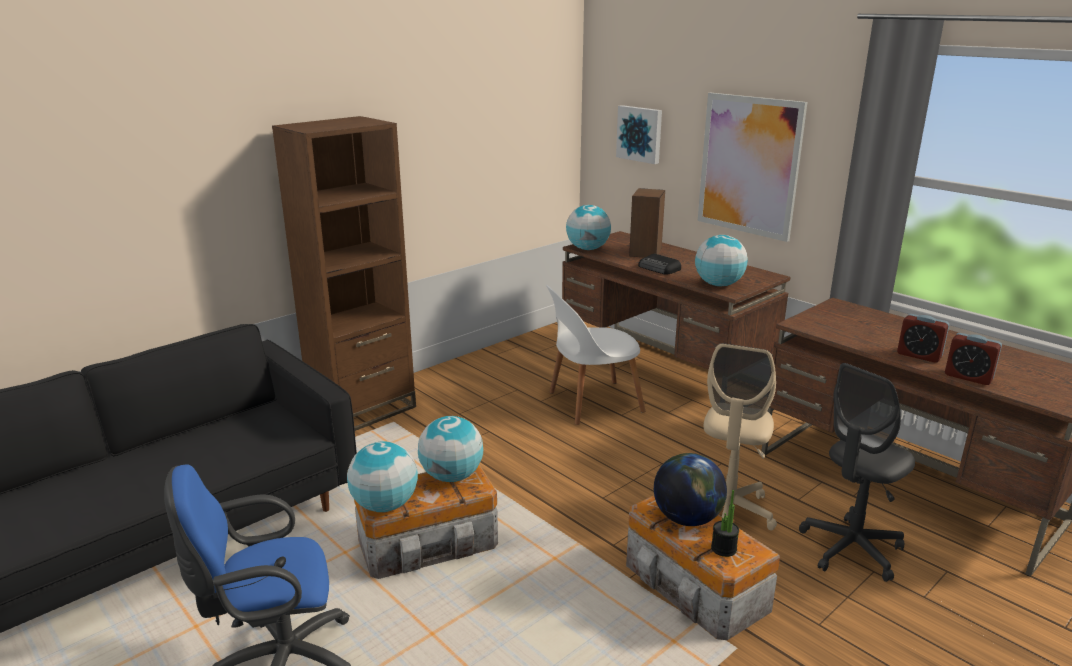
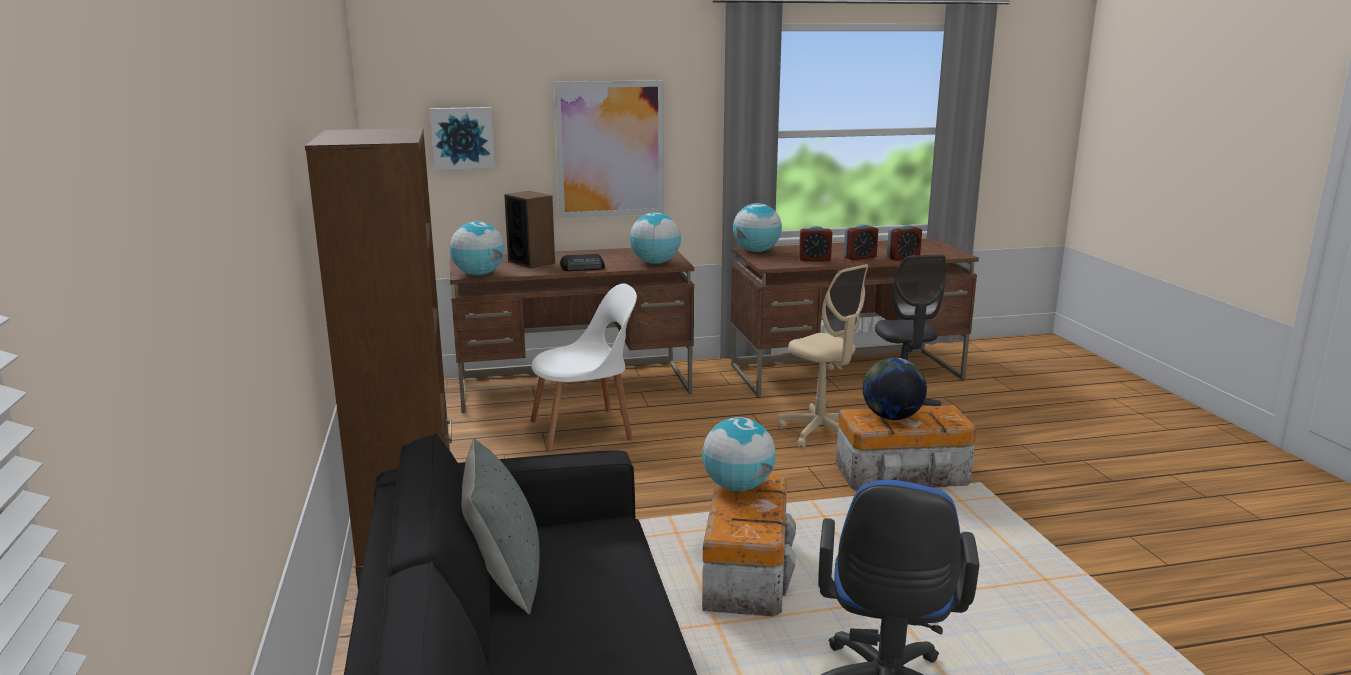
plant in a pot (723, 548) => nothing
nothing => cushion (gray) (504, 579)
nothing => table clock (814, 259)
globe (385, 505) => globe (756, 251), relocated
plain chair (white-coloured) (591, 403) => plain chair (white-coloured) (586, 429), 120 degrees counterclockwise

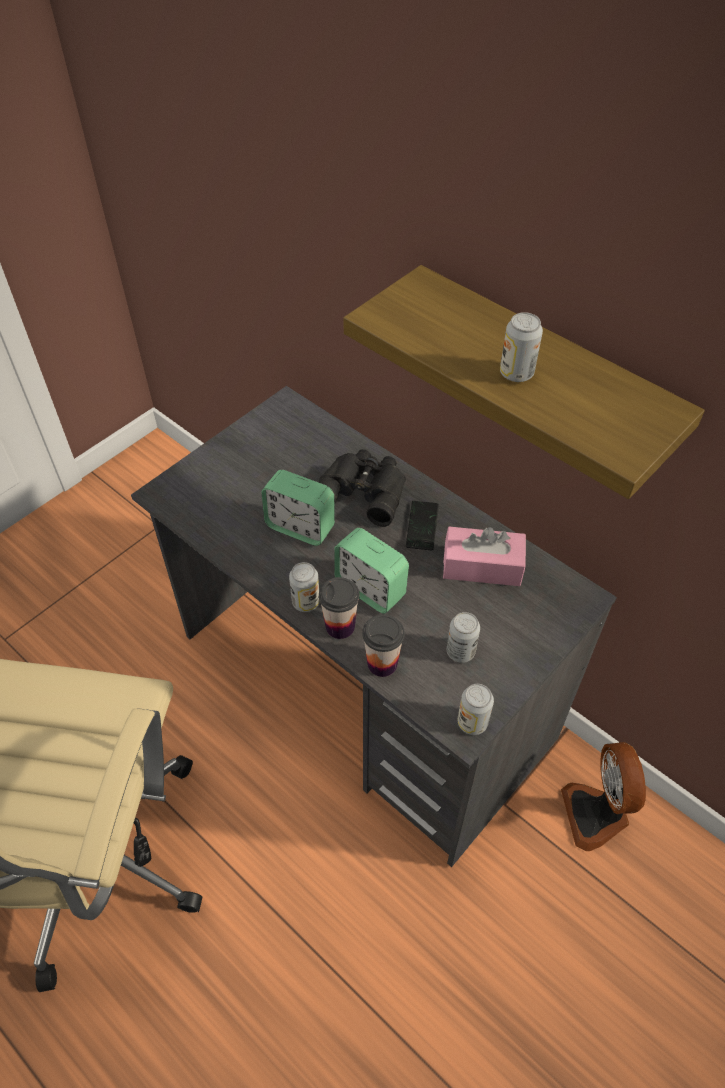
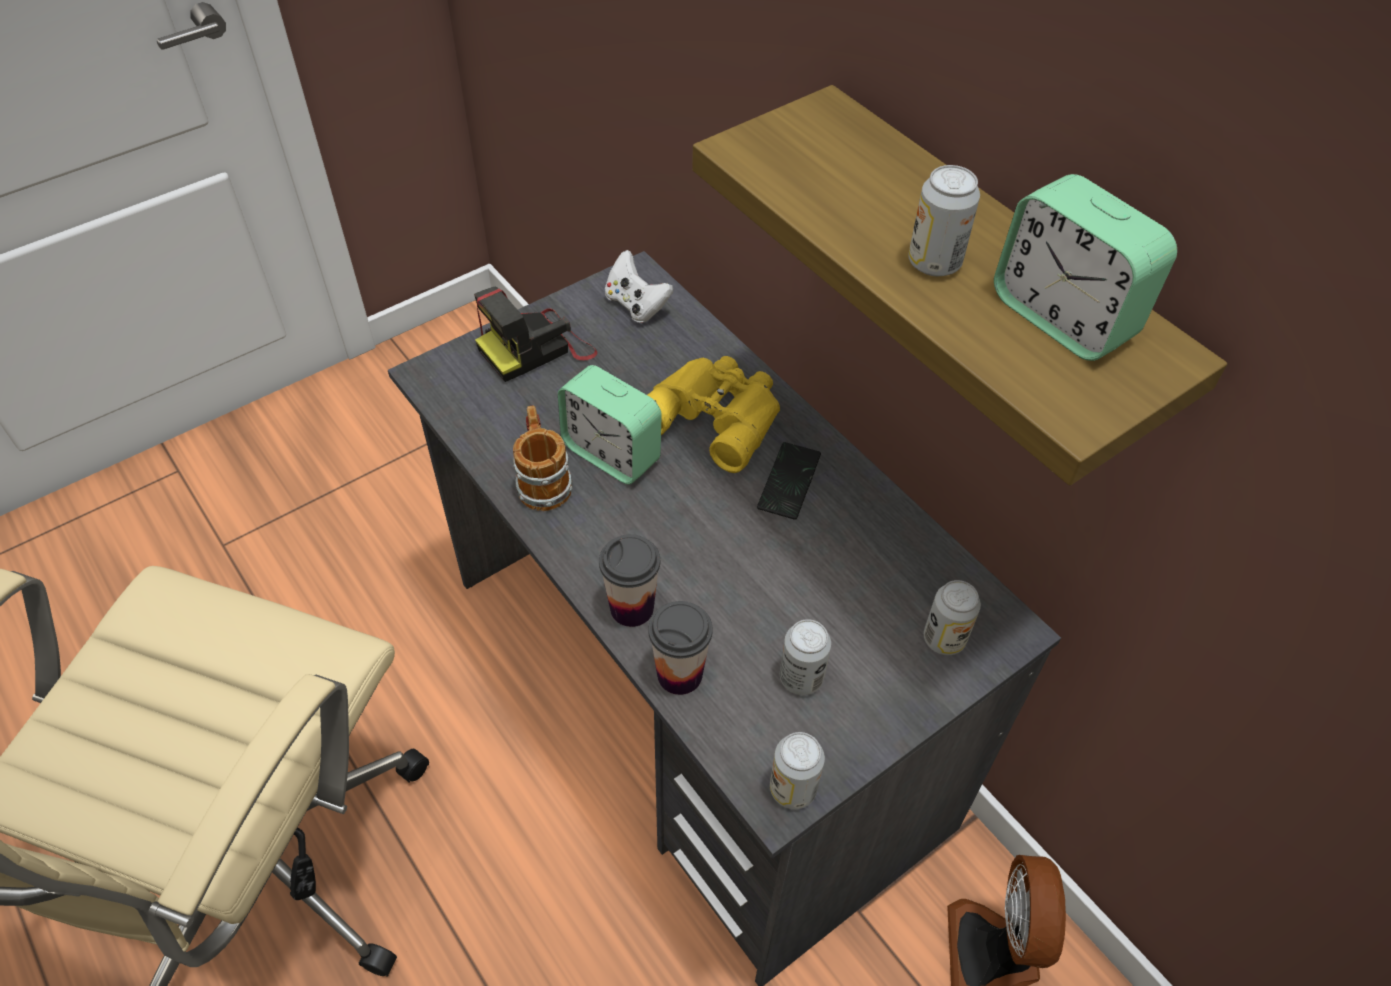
box of tissues (pink-coloured) (482, 566) => nothing
nothing => still camera (537, 348)
nothing => tea mug (543, 480)
nothing => game controller (white-coloured) (636, 305)
metal can (306, 602) => metal can (944, 639), relocated
table clock (370, 589) => table clock (1063, 317), relocated
pair of binoculars (black) (363, 489) => pair of binoculars (yellow) (716, 415)

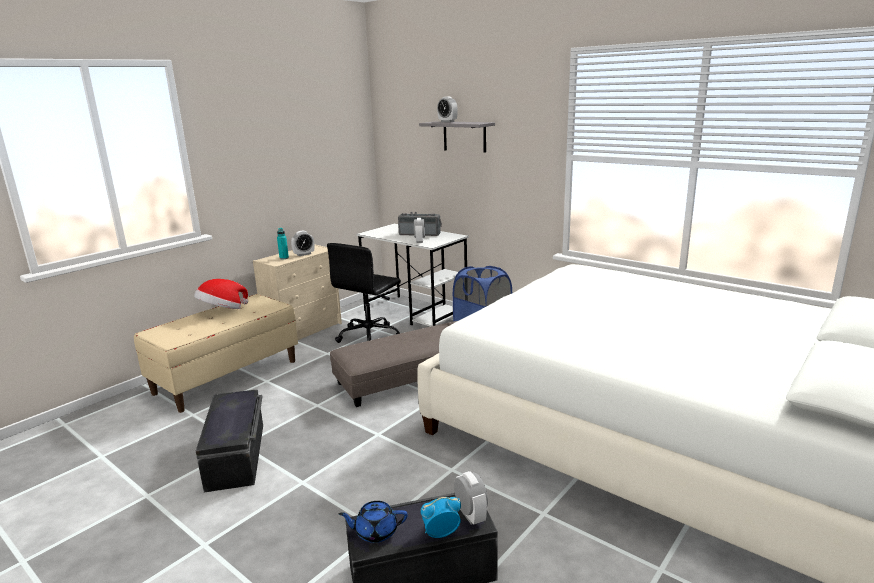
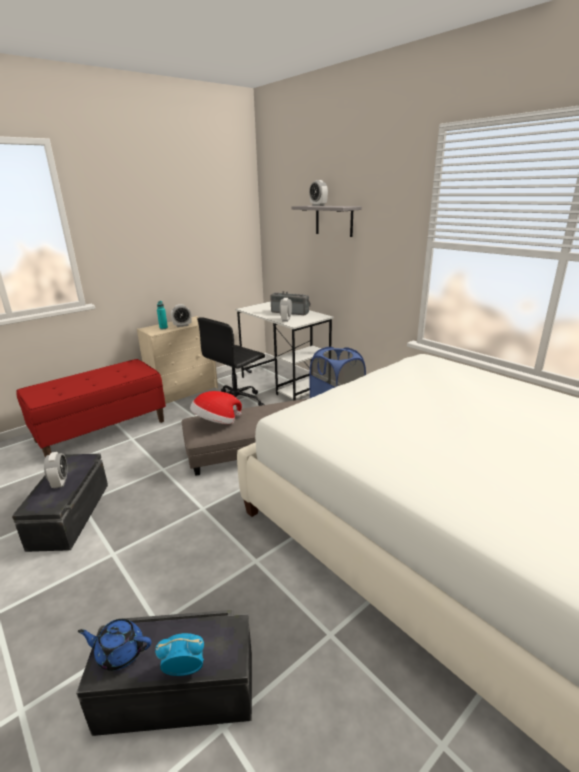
clothing hat (222, 311) => clothing hat (216, 423), relocated
table clock (470, 515) => table clock (60, 482), relocated
indoor bench (beige) (227, 377) => indoor bench (reddish) (102, 431)

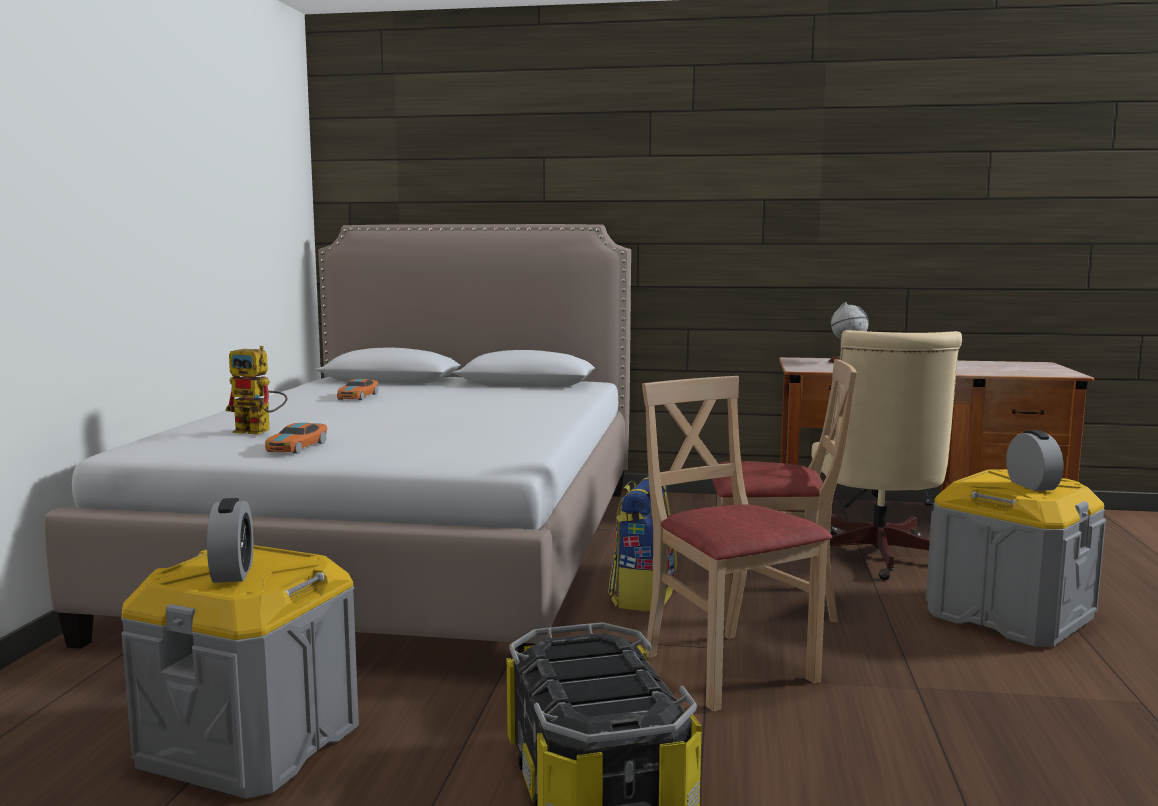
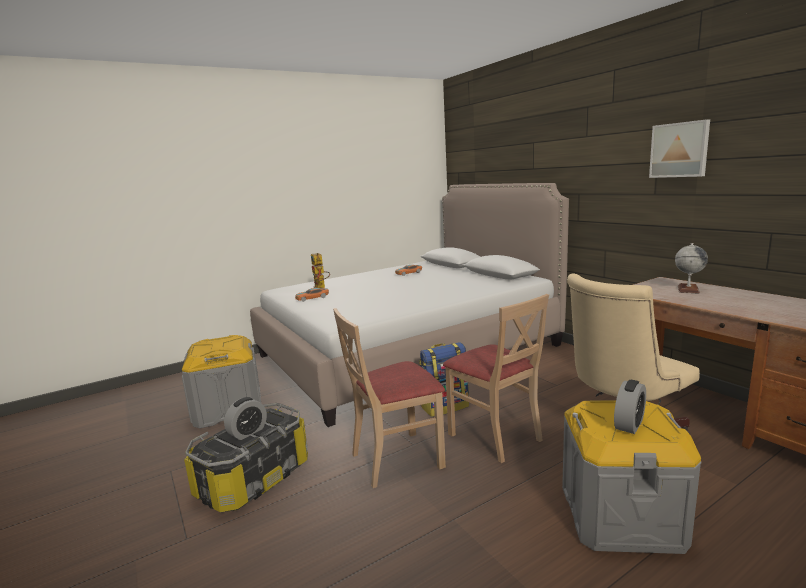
nothing => picture (679, 150)
table clock (233, 573) => table clock (248, 432), relocated
plain chair (beige) (727, 669) => plain chair (beige) (396, 459), 135 degrees counterclockwise

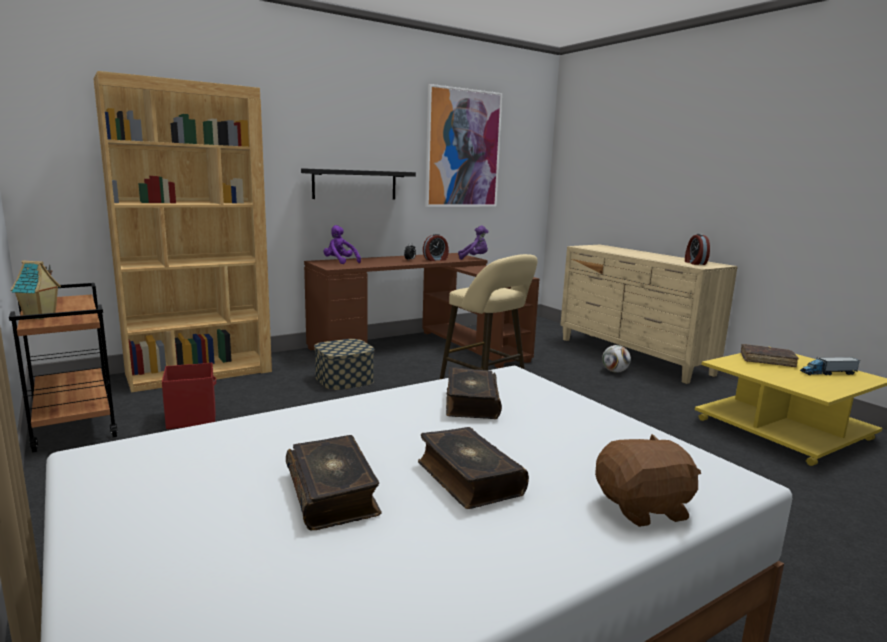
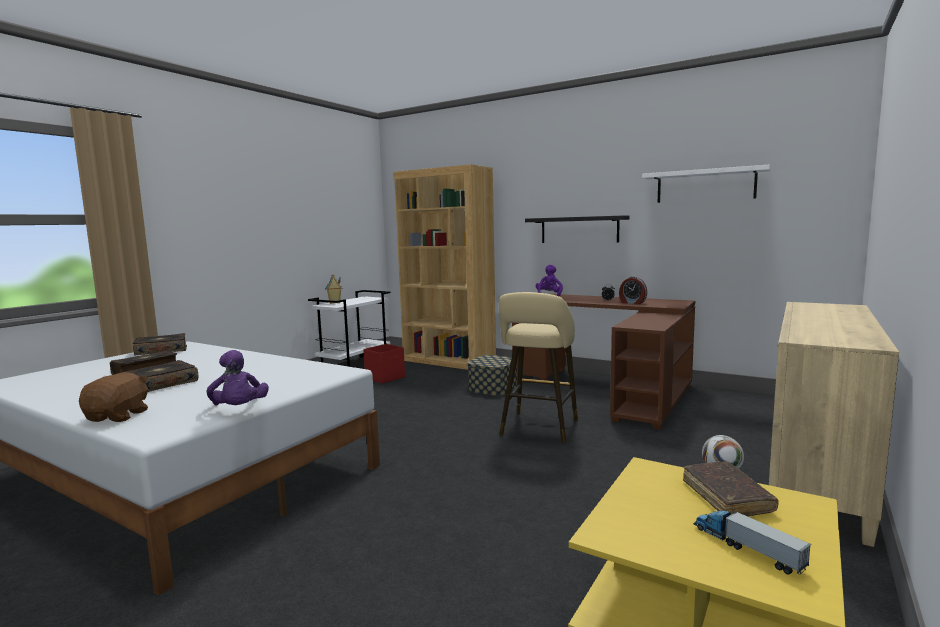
table clock (694, 263) => nothing
book (470, 403) => book (161, 350), relocated
plush toy (purple-coloured) (474, 258) => plush toy (purple-coloured) (239, 409), relocated
picture (463, 149) => bracket shelf (white-coloured) (705, 185)
trolley (brownish) (73, 423) => trolley (white-coloured) (355, 365)
plush toy (brownish) (643, 508) => plush toy (brownish) (119, 416), 135 degrees counterclockwise

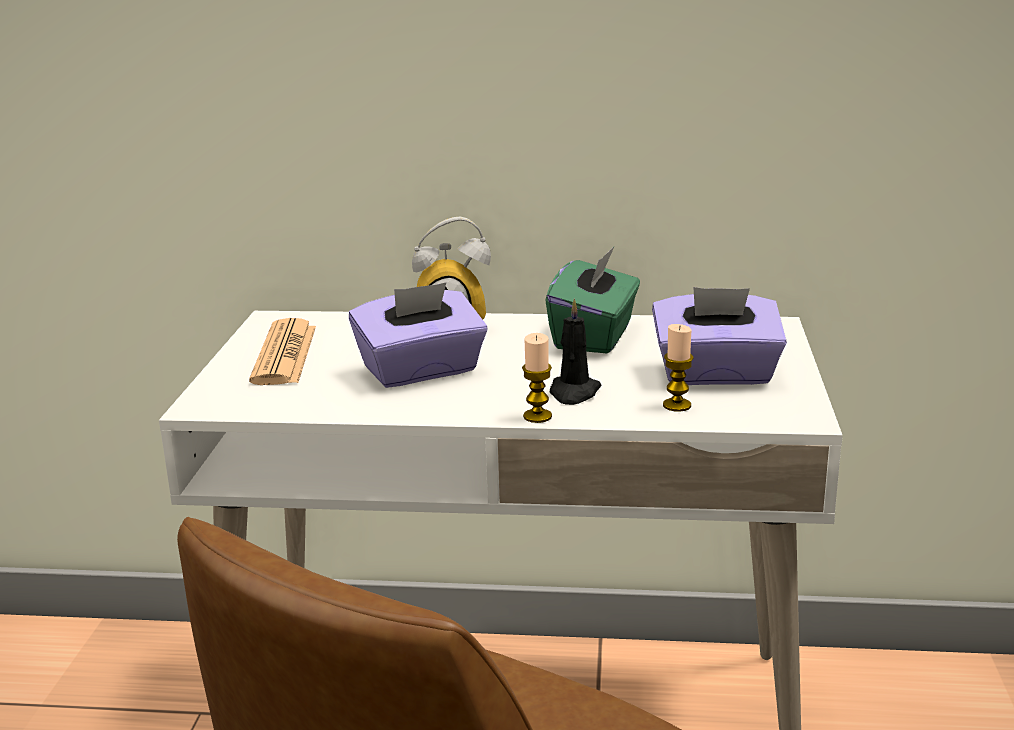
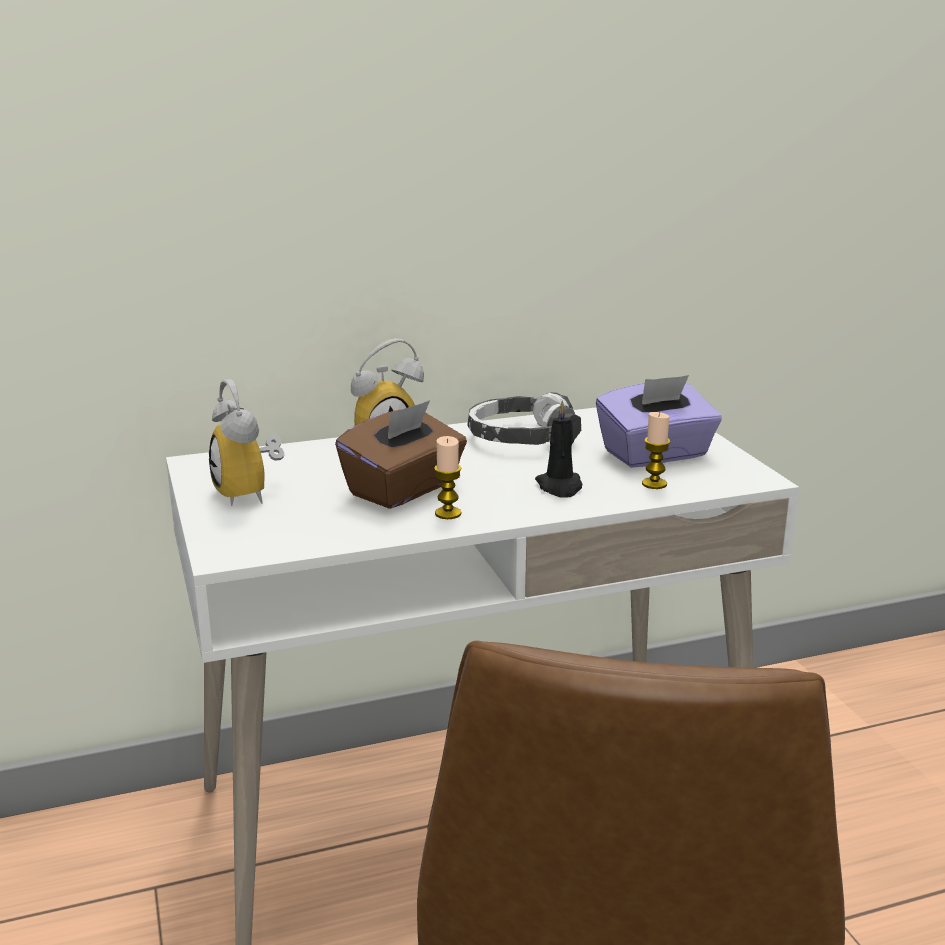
wax candle (537, 416) => wax candle (448, 513), relocated
newspaper (284, 354) => table clock (251, 493)
box of tissues (green-coloured) (594, 336) => headset (522, 437)
box of tissues (purple-coloured) (421, 371) => box of tissues (brownish) (404, 489)

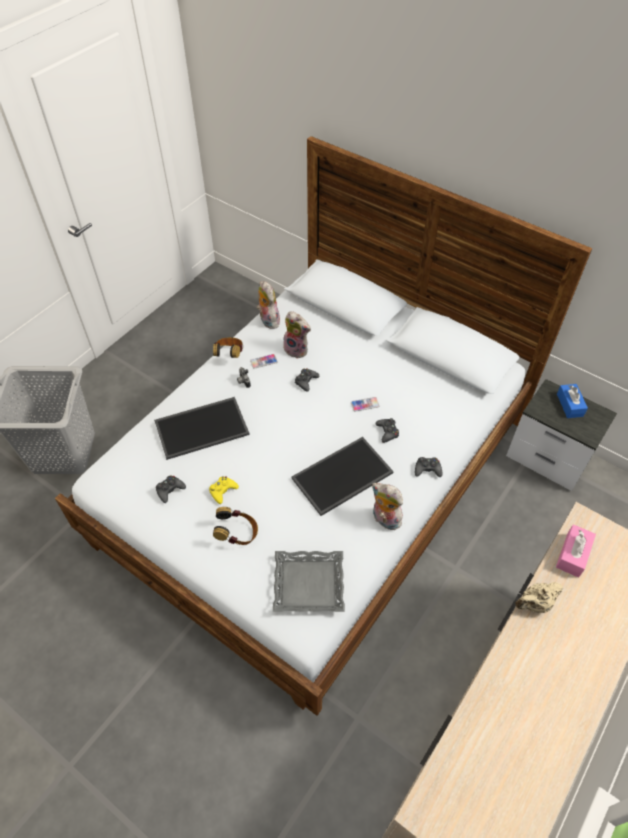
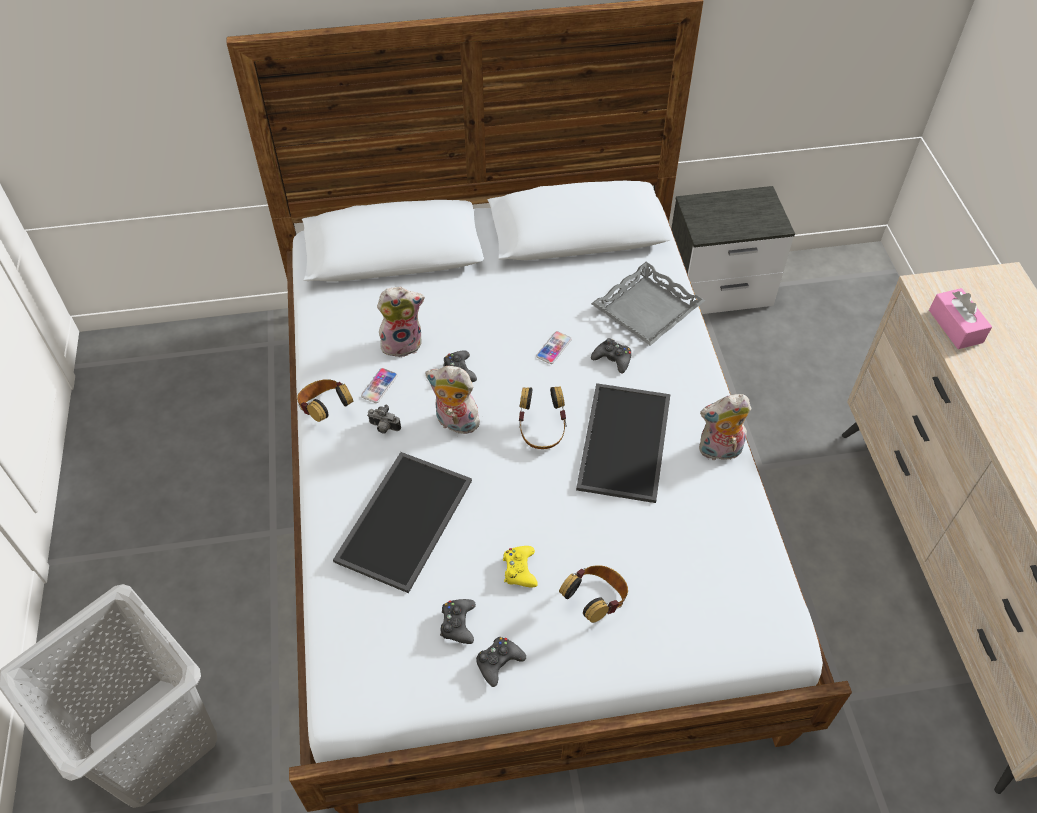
teapot (beige) (534, 603) => nothing
box of tissues (blue) (569, 405) => nothing
nothing => headset (542, 431)
plush toy (268, 320) => plush toy (455, 423), relocated
carrying tray (gray) (308, 585) => carrying tray (gray) (647, 310), relocated
game controller (black) (427, 469) => game controller (black) (498, 662), relocated

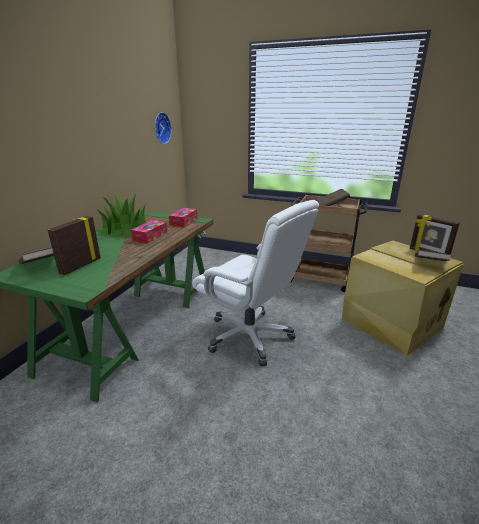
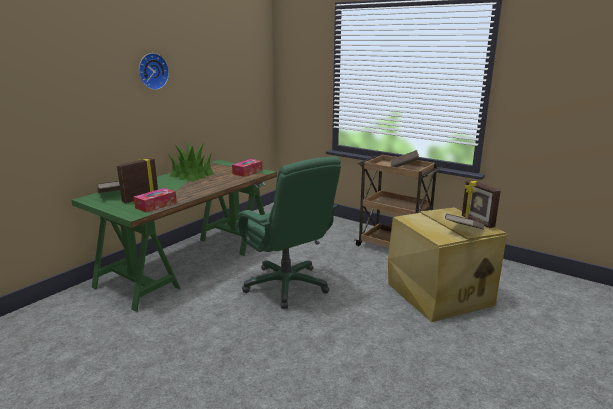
box of tissues (150, 236) => box of tissues (156, 205), relocated
wall clock (161, 128) => wall clock (152, 71), relocated
computer chair (white-coloured) (250, 336) => computer chair (green-coloured) (287, 285)

